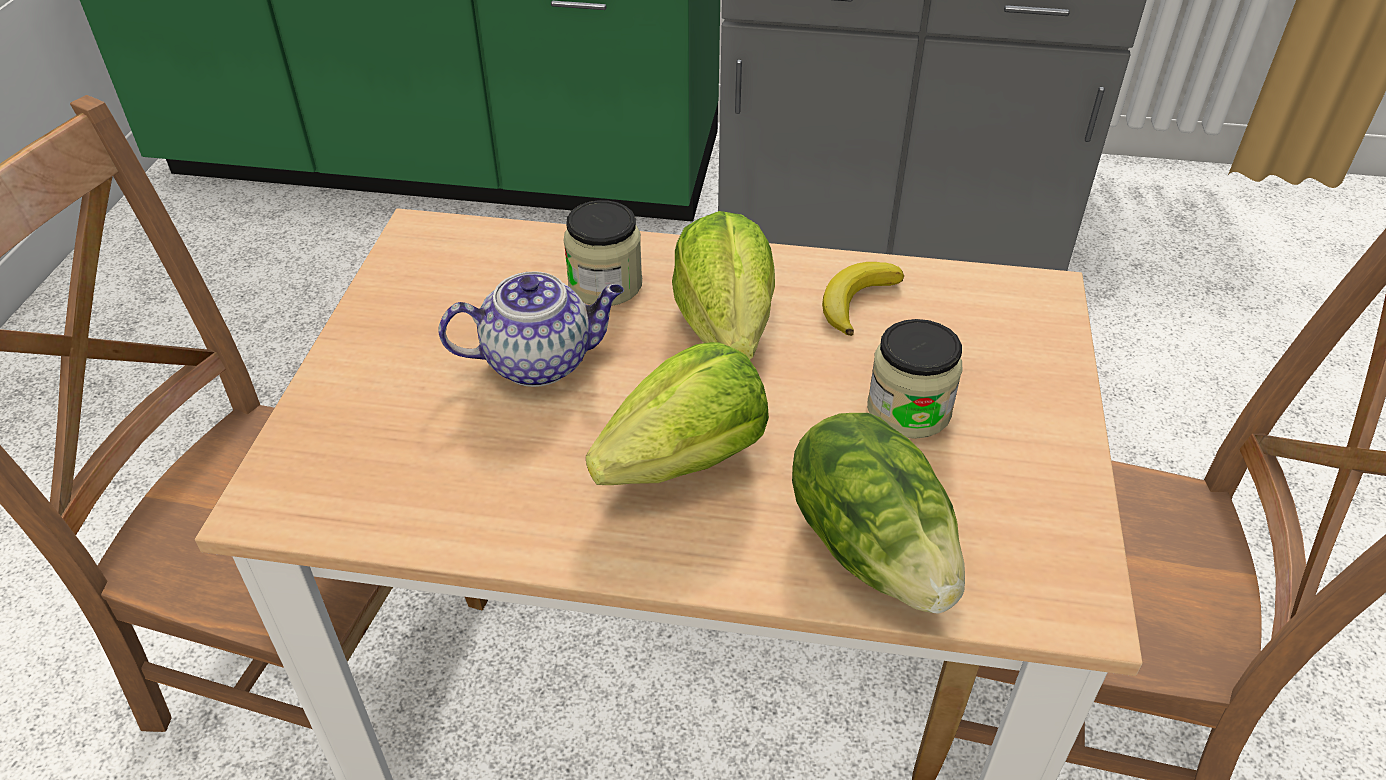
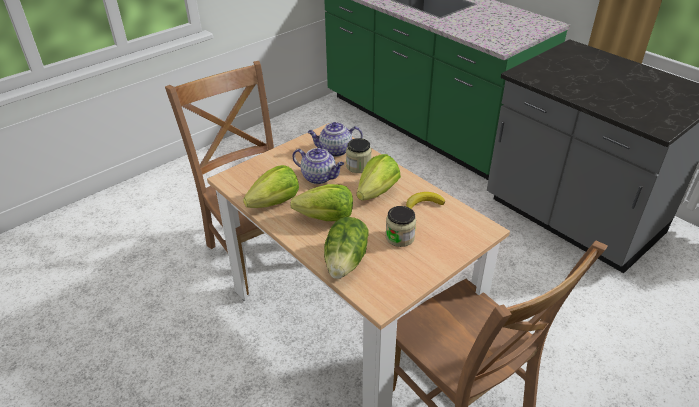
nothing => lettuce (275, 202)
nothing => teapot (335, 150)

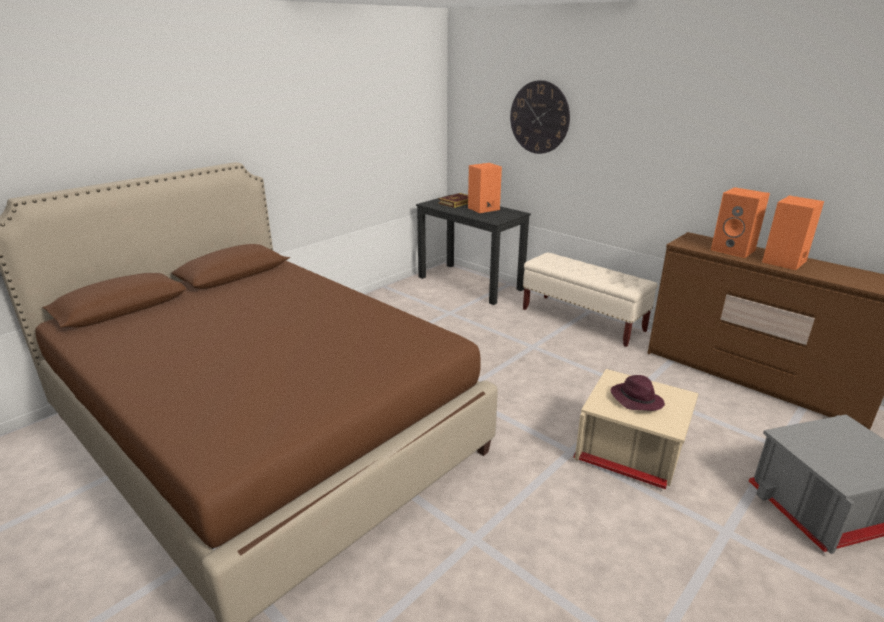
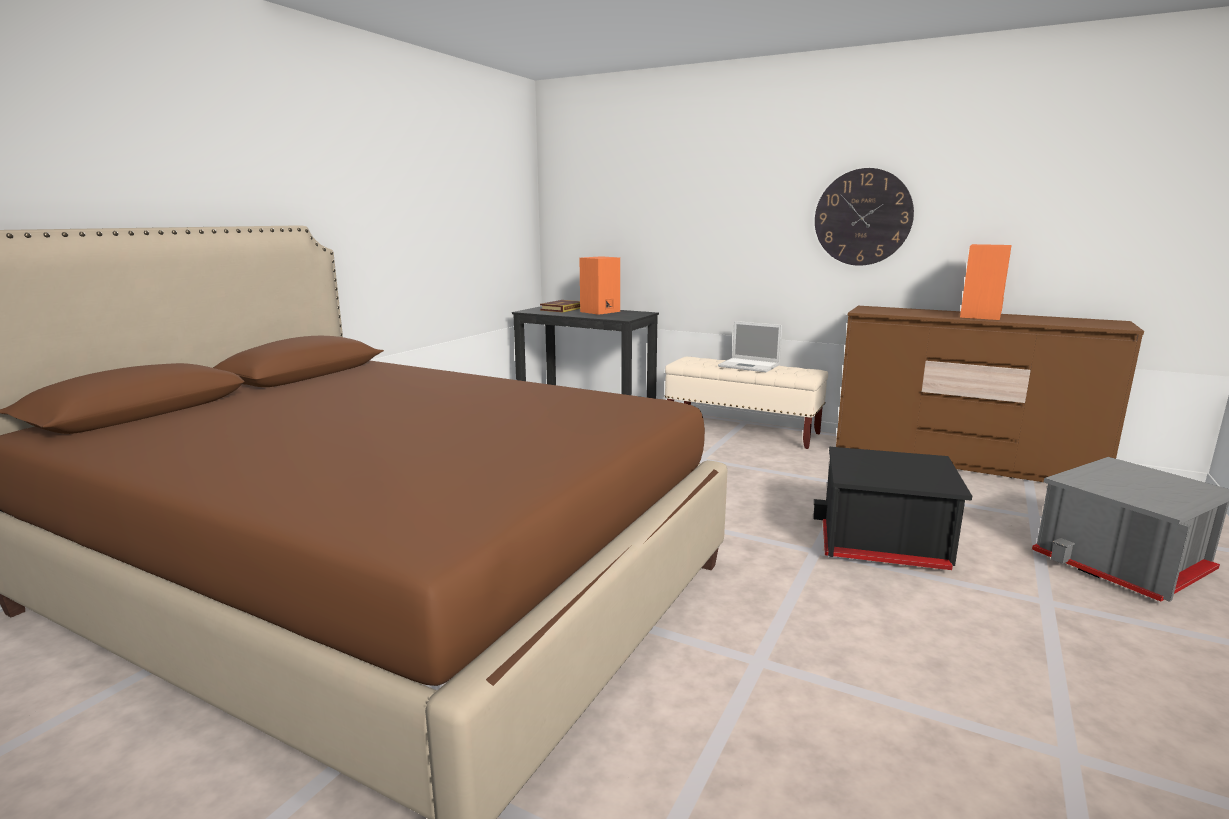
clothing hat (purple-coloured) (635, 399) => nothing
loudspeaker (orange-coloured) (734, 250) => nothing
nothing => notebook computer (750, 366)
wall clock (539, 117) => wall clock (862, 217), relocated
storage container (beige) (631, 452) => storage container (black) (884, 542)

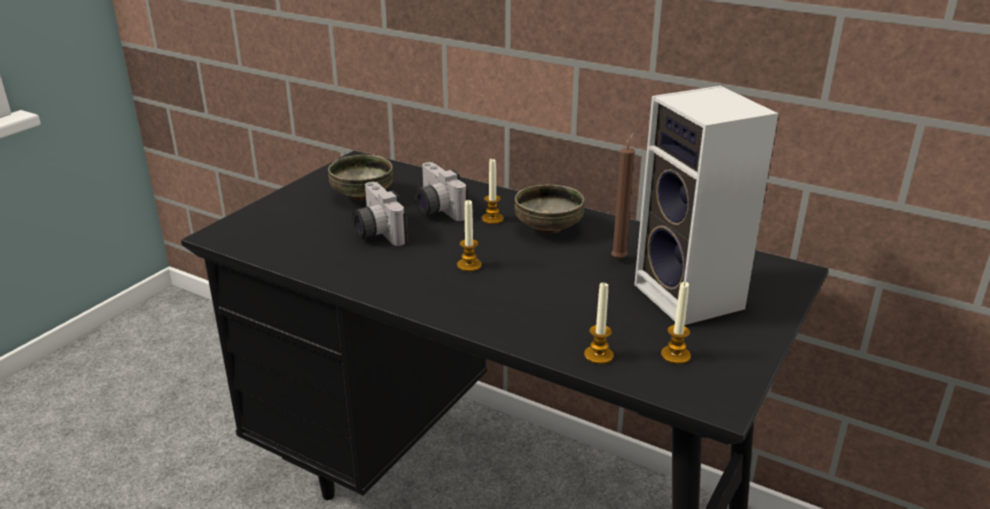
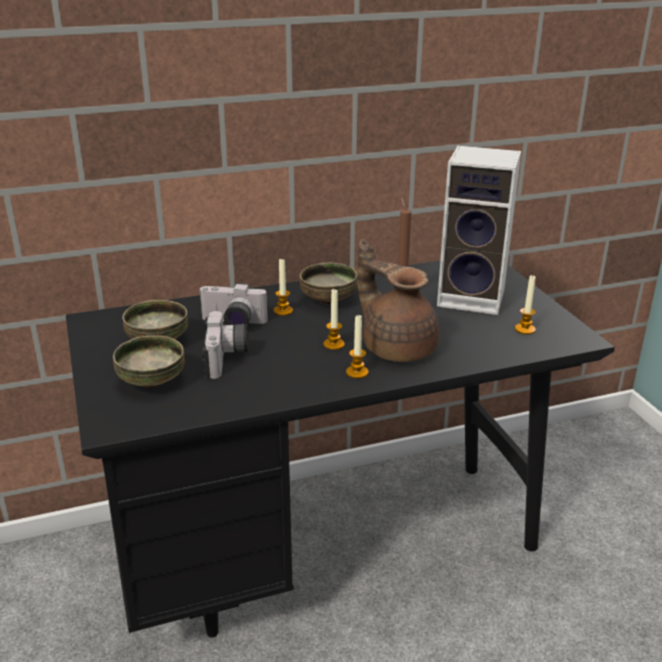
nothing => serving bowl (151, 381)
nothing => teapot (brownish) (397, 347)
wax candle (598, 355) => wax candle (357, 372), relocated
still camera (375, 232) => still camera (227, 358), 105 degrees counterclockwise

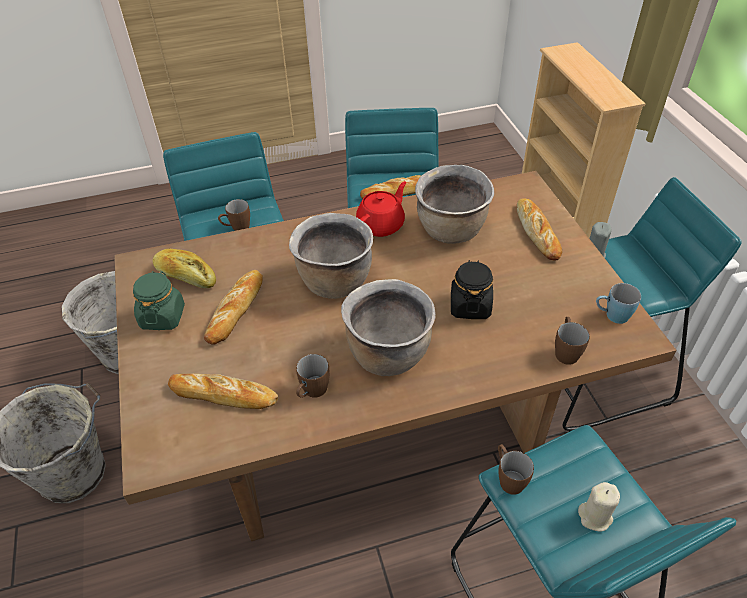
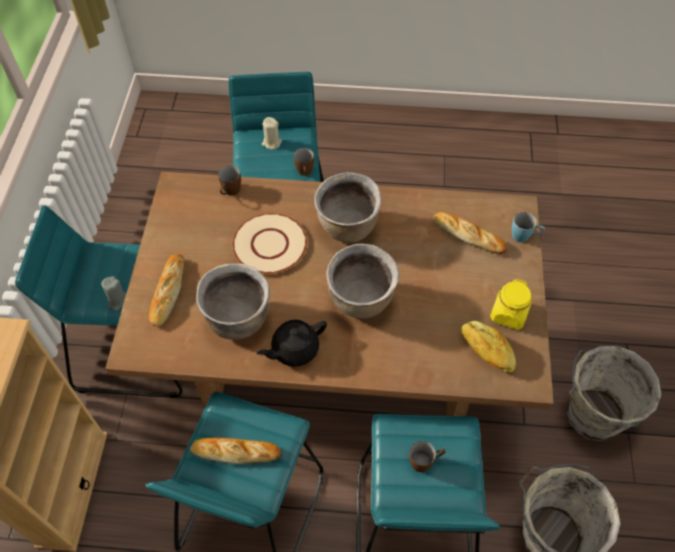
bakery bread (236, 309) => nothing
tea mug (brownish) (312, 392) => nothing
tea mug (blue) (611, 316) => tea mug (blue) (524, 236), relocated
jar (black) (470, 306) => dinner plate (beige) (269, 244)
jar (green-coloured) (162, 316) => jar (yellow) (508, 314)
teapot (reddish) (381, 225) => teapot (black) (294, 349)

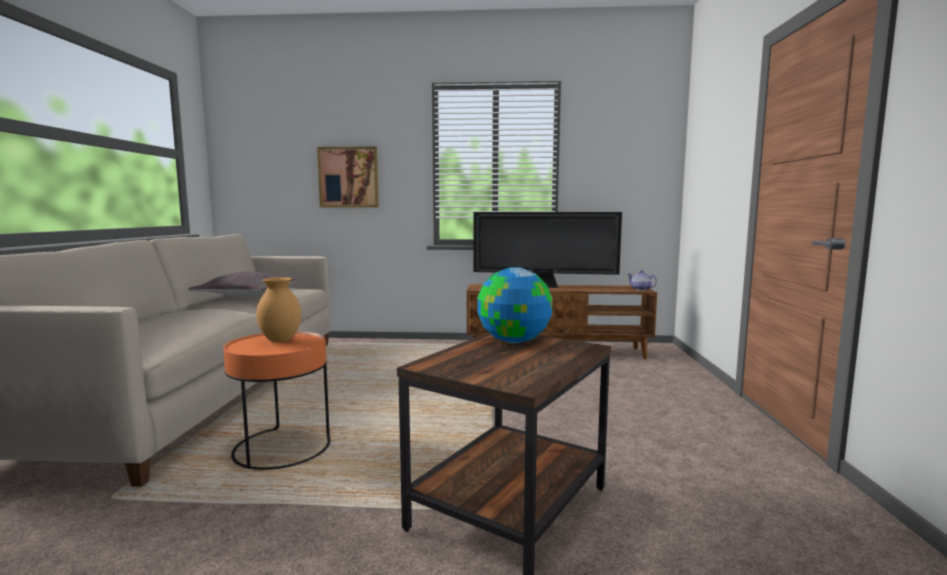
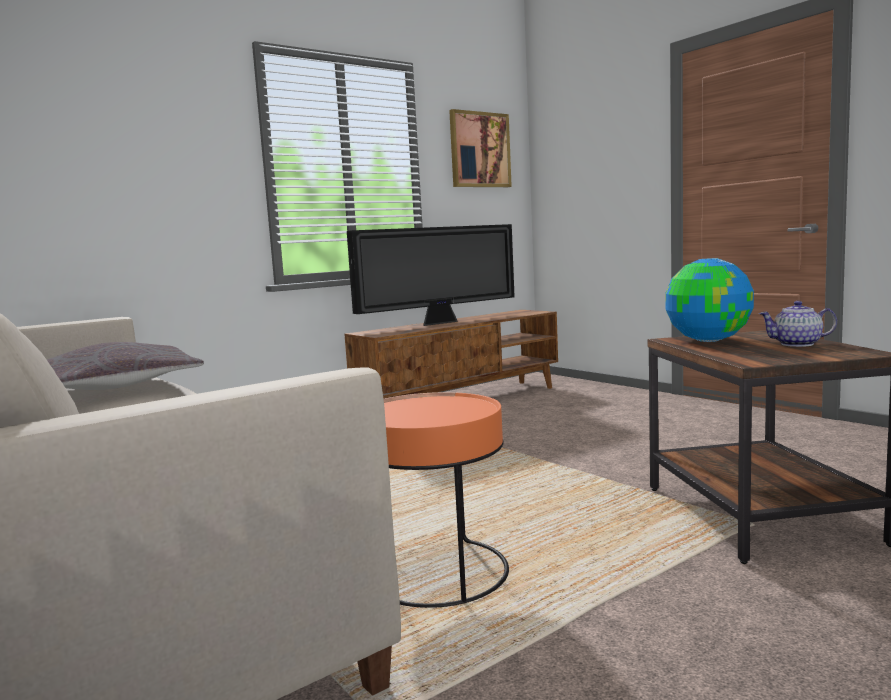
decorative vase (brownish) (281, 340) => nothing
picture (348, 177) => picture (479, 150), relocated
teapot (641, 289) => teapot (797, 344), relocated

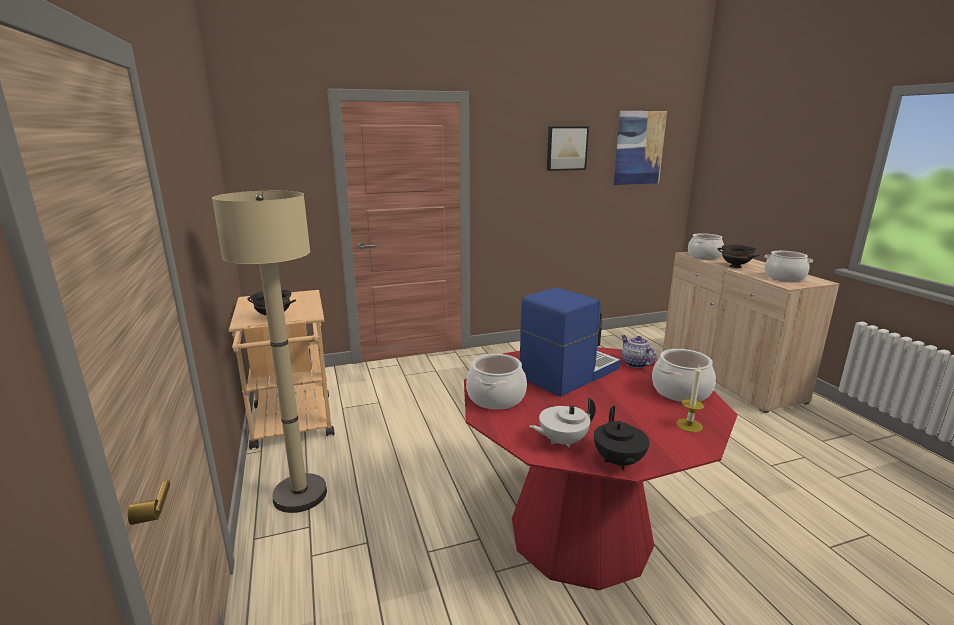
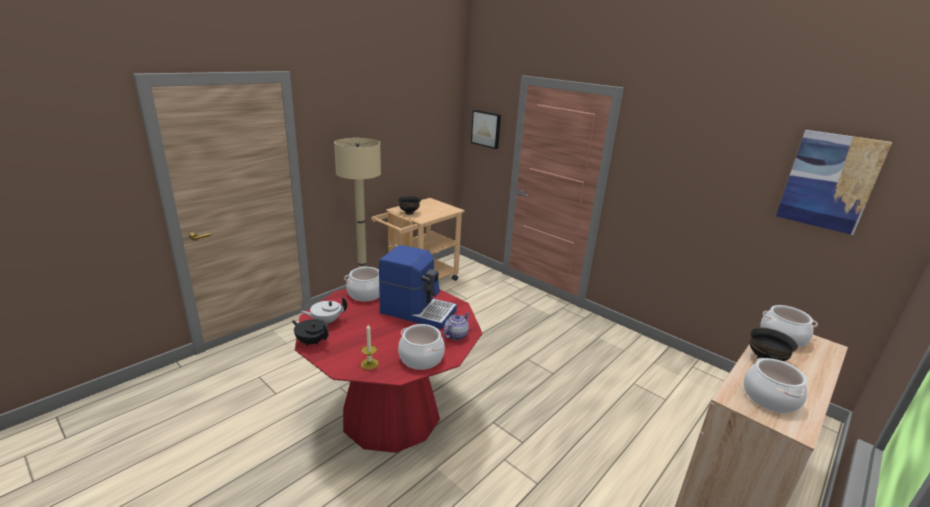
picture (566, 148) => picture (486, 129), relocated
teapot (white-coloured) (562, 441) => teapot (white-coloured) (326, 321), 60 degrees counterclockwise
teapot (black) (618, 462) => teapot (black) (311, 341), 60 degrees clockwise

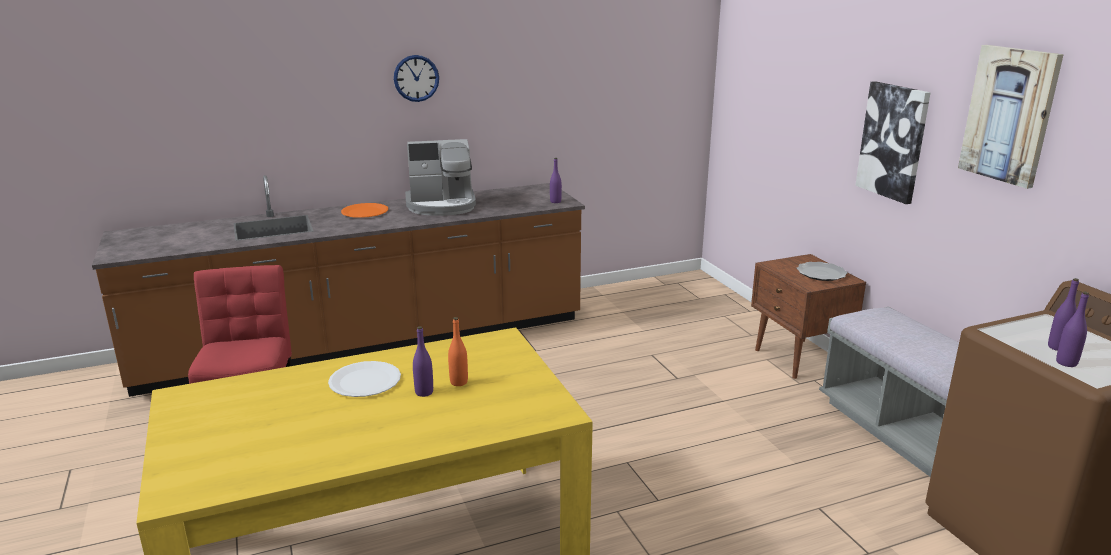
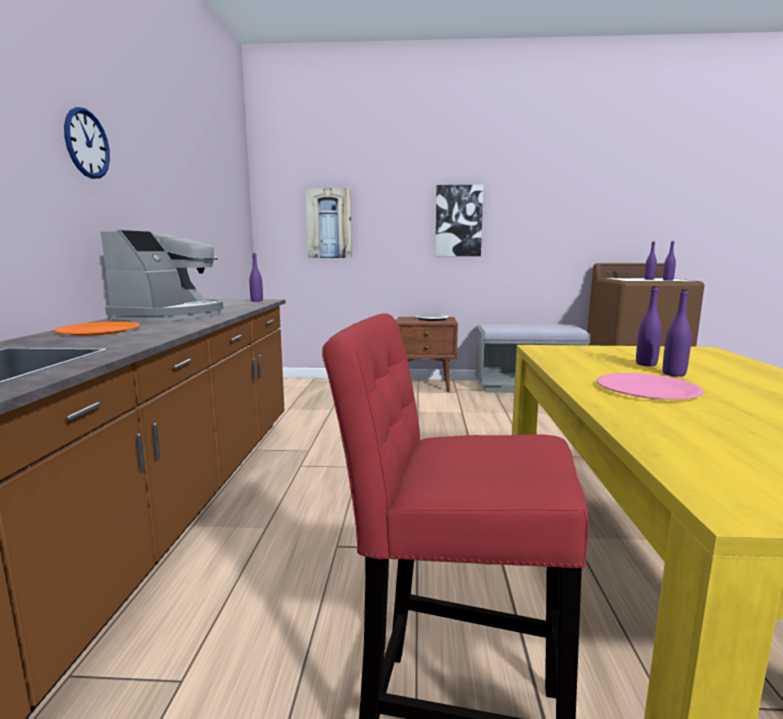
picture (1009, 115) => picture (329, 224), relocated
dinner plate (white-coloured) (364, 381) => dinner plate (pink-coloured) (647, 389)
drink bottle (orange-coloured) (459, 382) => drink bottle (purple-coloured) (646, 364)

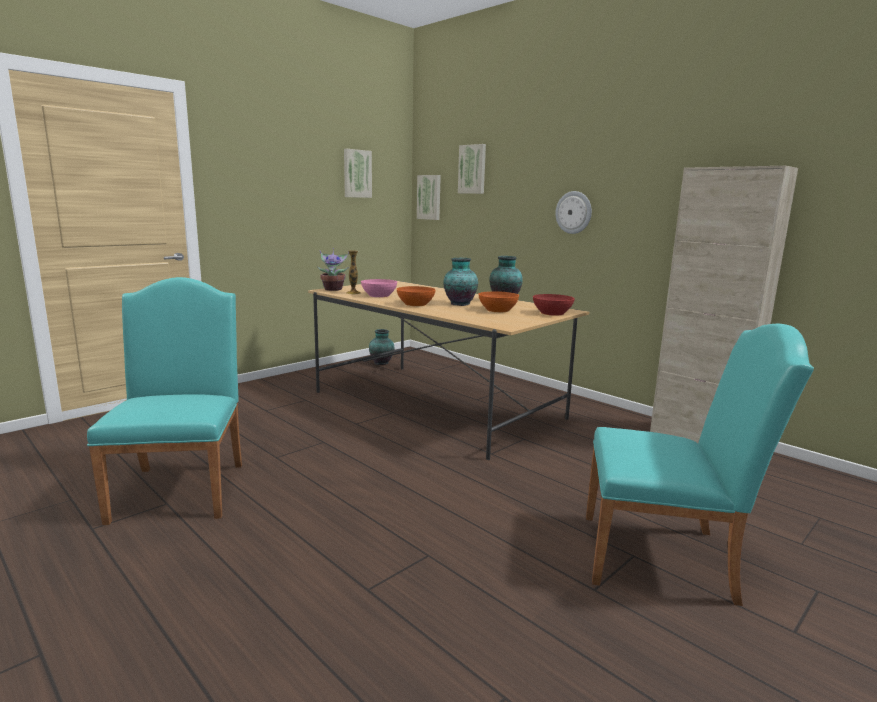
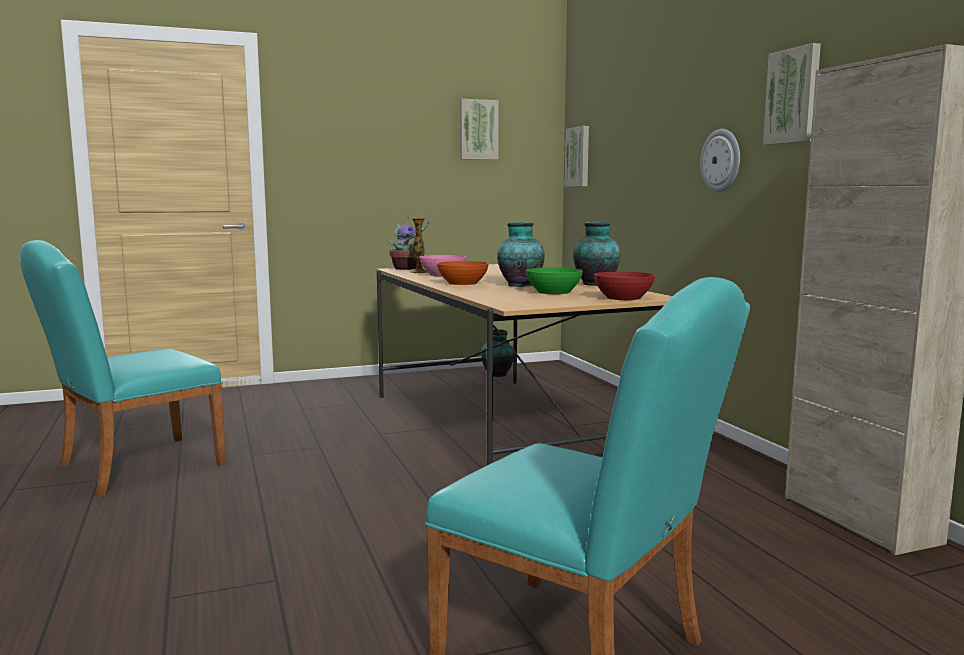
picture (472, 169) => picture (794, 96), relocated
serving bowl (orange-coloured) (497, 310) => serving bowl (green-coloured) (553, 292)
plain chair (turquoise) (183, 486) => plain chair (turquoise) (130, 467), 150 degrees counterclockwise

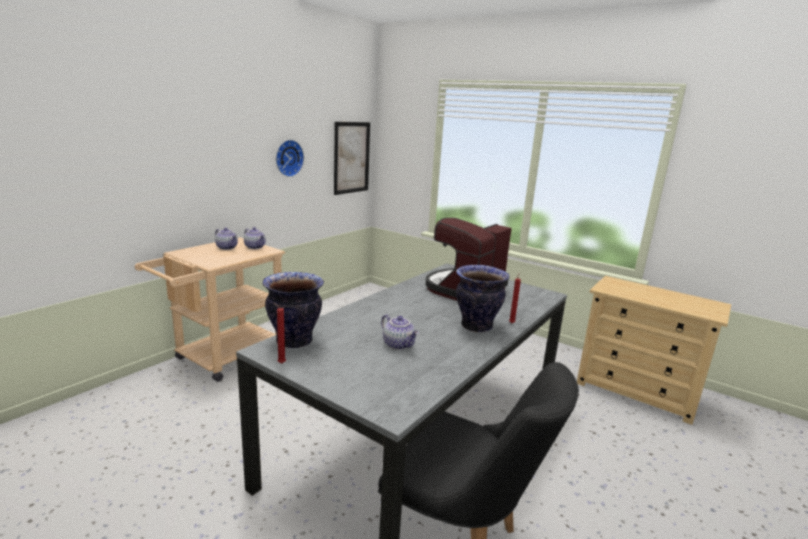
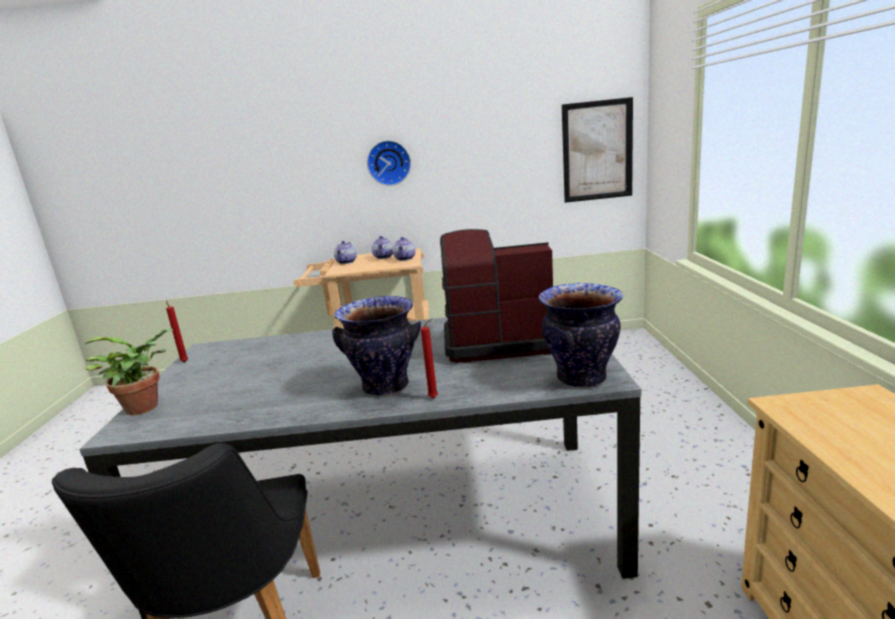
nothing => plant in a pot (147, 406)
decorative vase (295, 341) => decorative vase (582, 378), relocated
wall clock (288, 158) => wall clock (389, 163), relocated
teapot (399, 345) => teapot (347, 262), relocated

